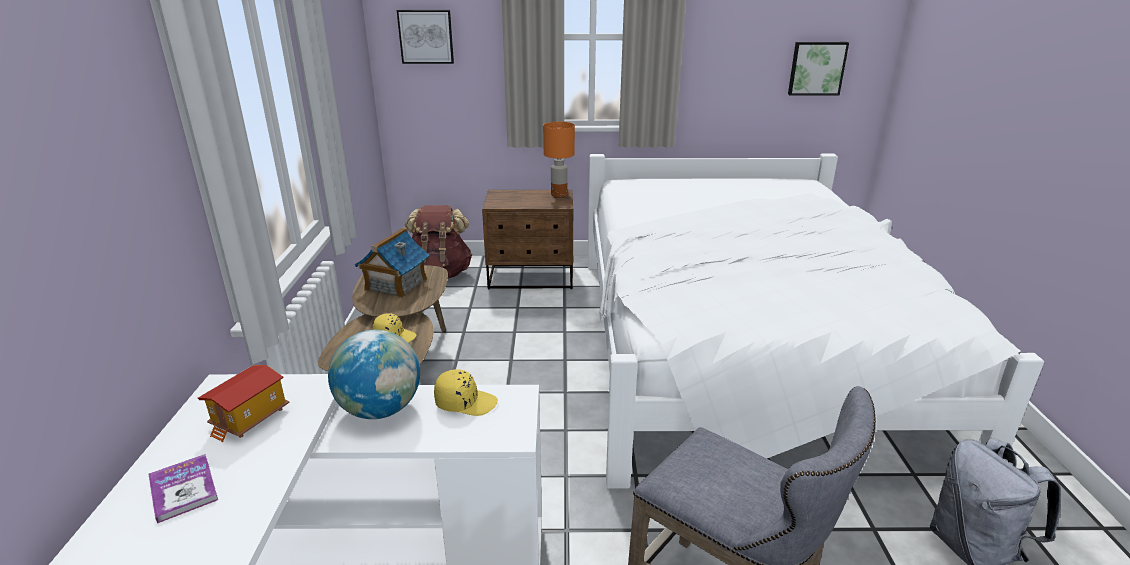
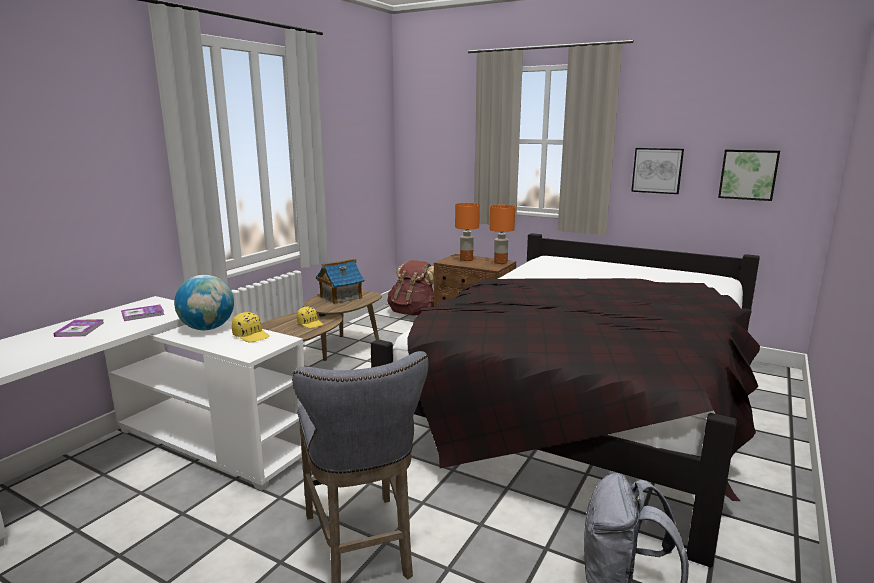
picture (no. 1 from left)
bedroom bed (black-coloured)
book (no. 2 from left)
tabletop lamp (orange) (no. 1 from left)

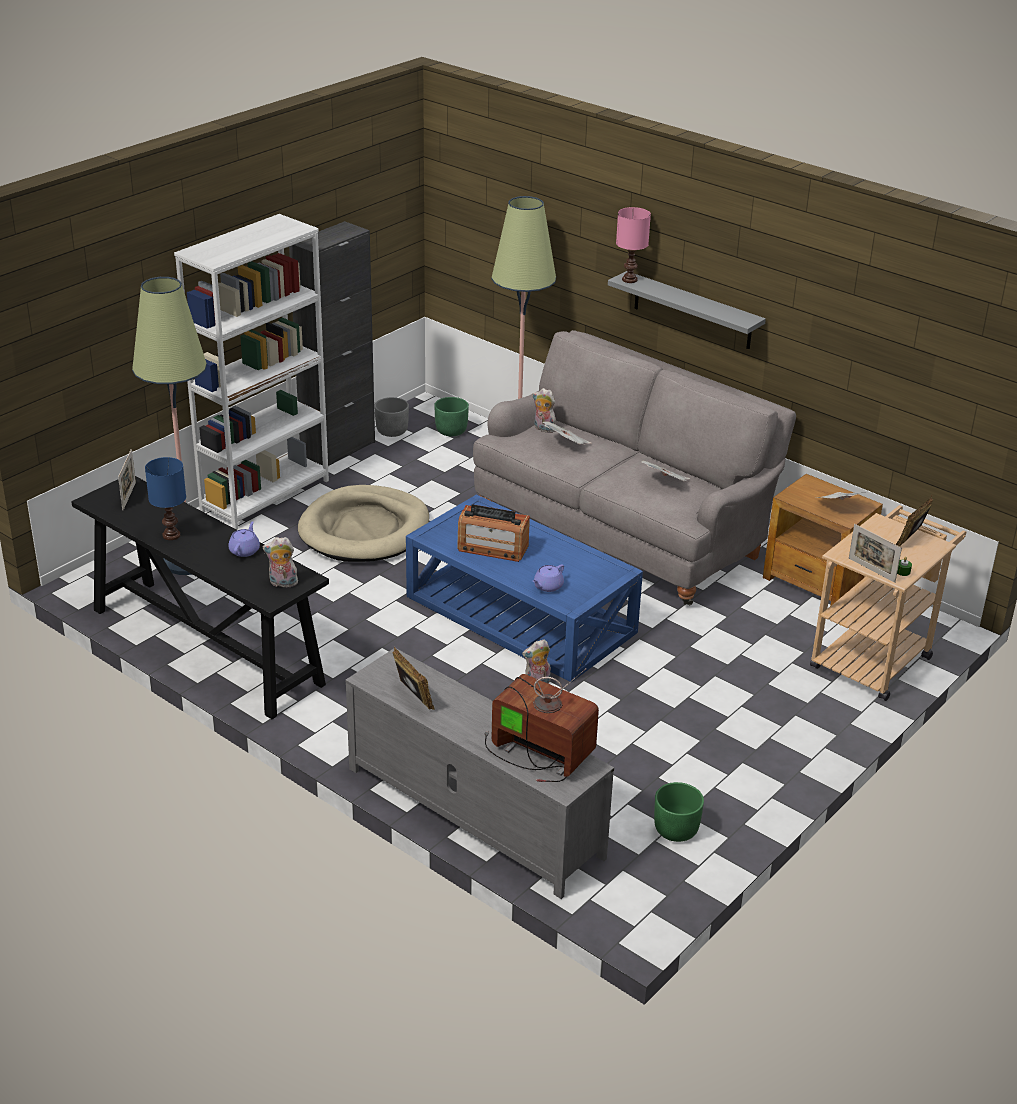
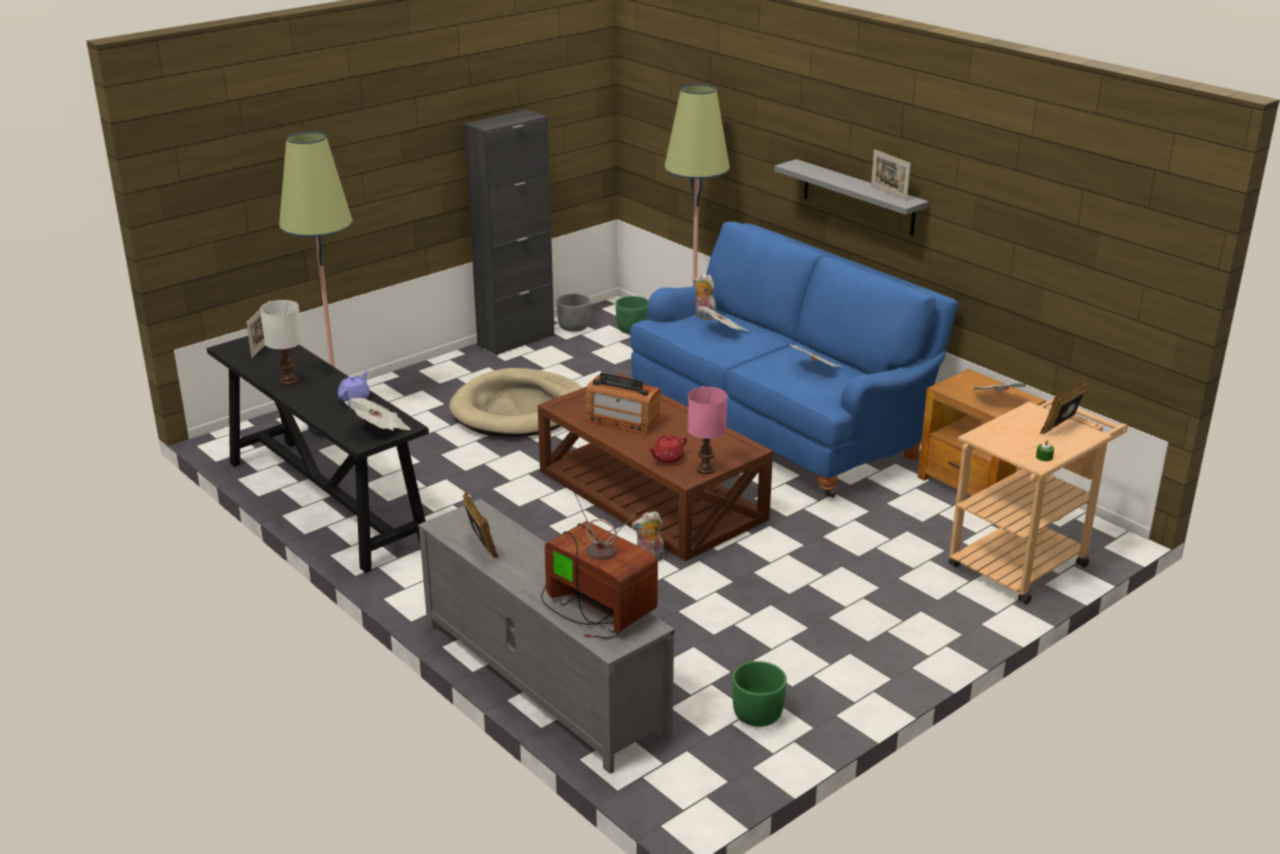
tabletop lamp (pink-coloured)
bookcase (white)
sofa (bluish)
tabletop lamp (white)
lounge table (brown-coloured)
picture frame (no. 3 from left)
printed paper (no. 1 from left)
tea pot (red-coloured)

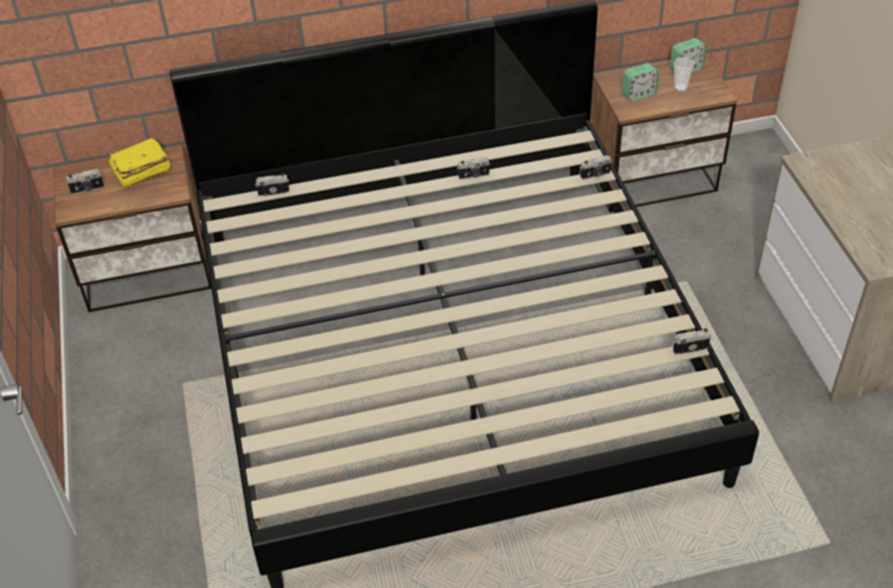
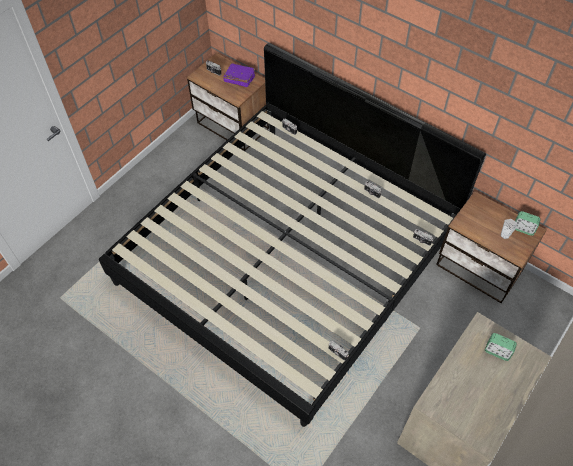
bedside clock (no. 1 from left)
book (purple)

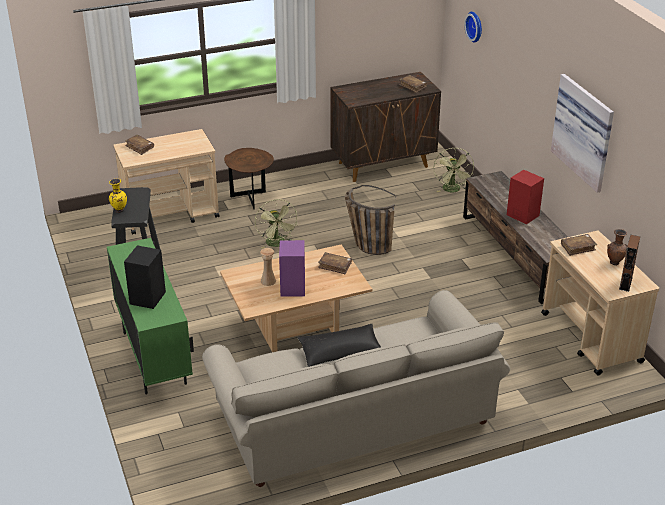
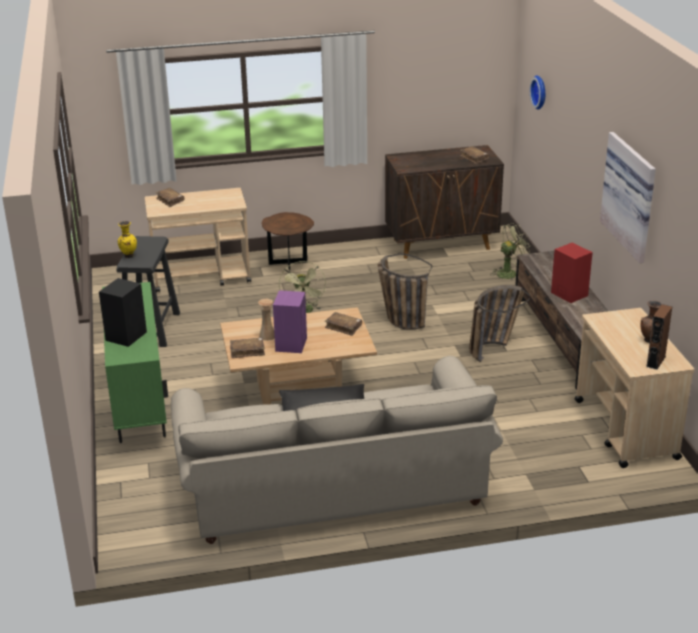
cooling fan (green-coloured) (no. 2 from left)
book (brown-coloured) (no. 2 from left)
household basket (no. 2 from left)

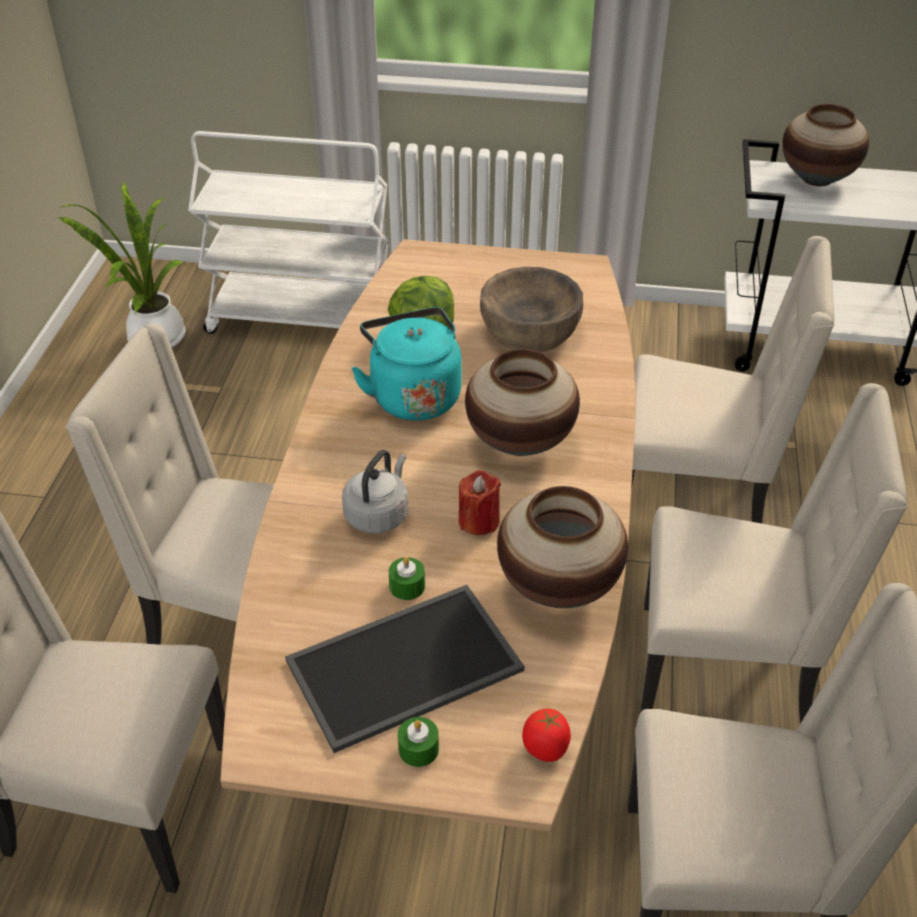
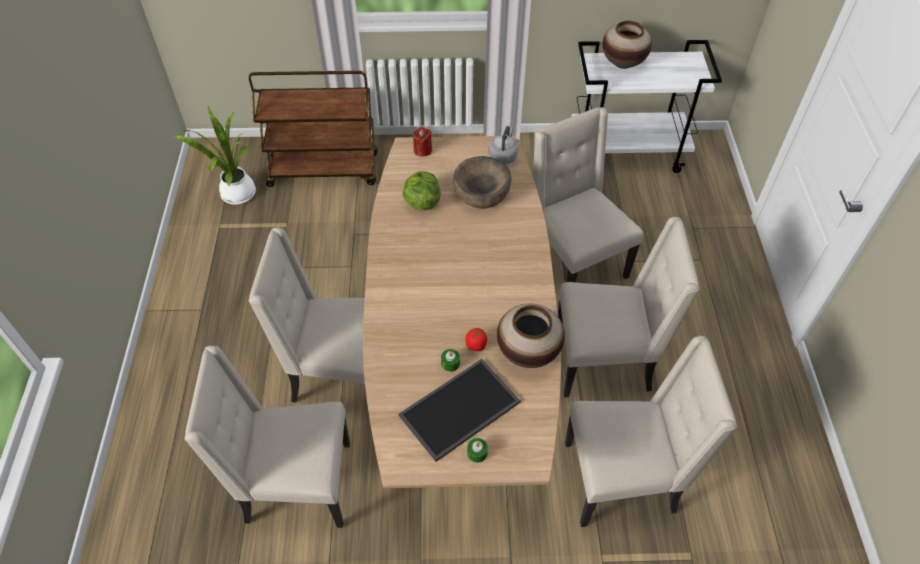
wheeled cart (brown-coloured)
plain chair (beige-coloured) (no. 3 from left)
tea kettle (turquoise)
flower vase (no. 1 from left in the first image)
tea kettle (gray)
candle (red-coloured)
tomato

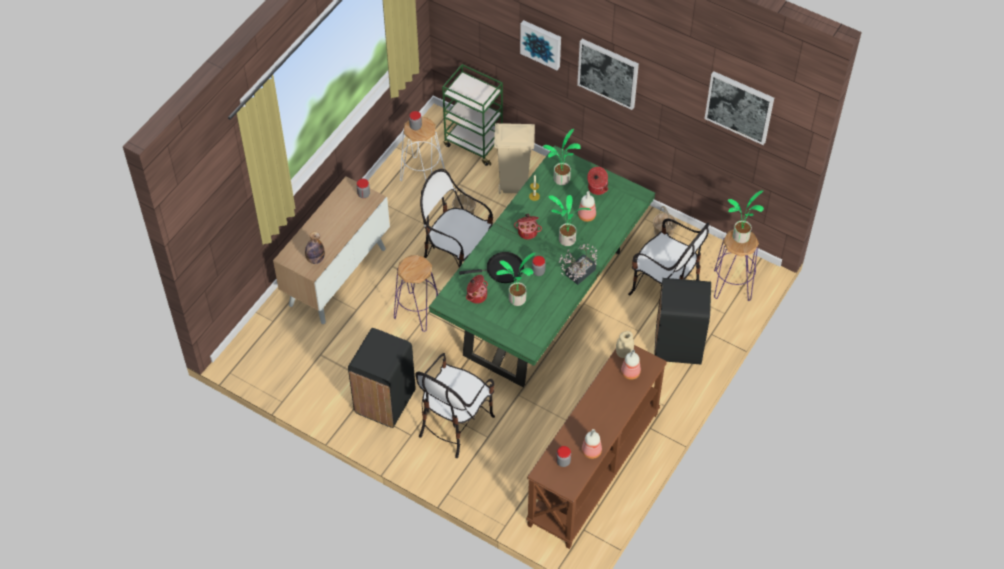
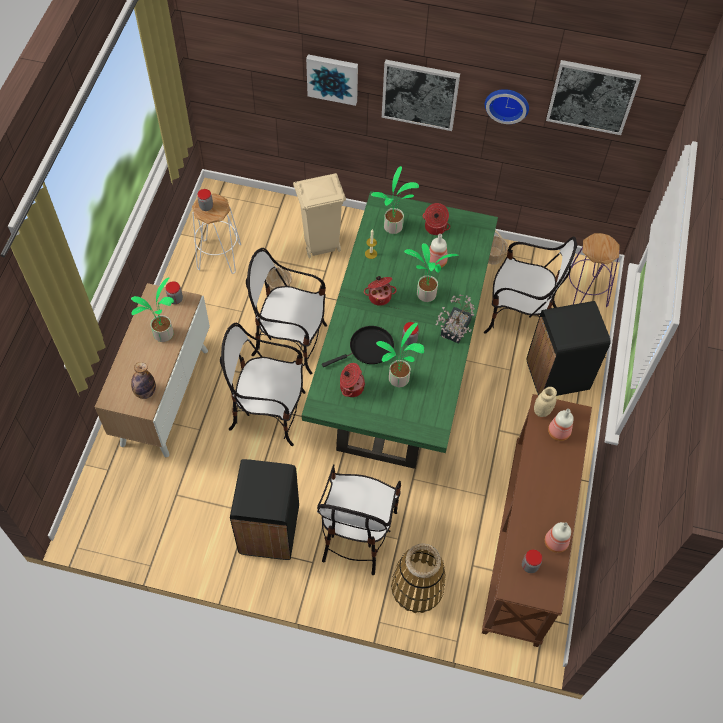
wheeled cart (green-coloured)
plant in a pot (no. 1 from left)
plain chair (no. 1 from left)
hanging clock
household basket (no. 2 from left)

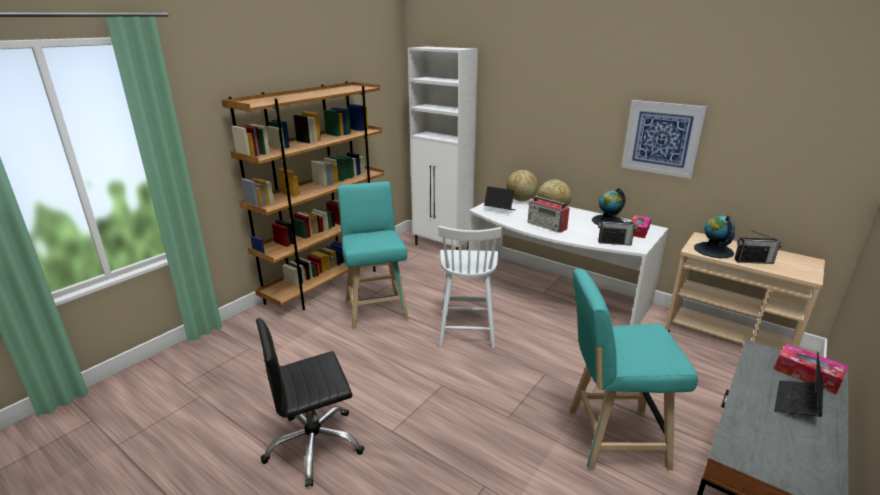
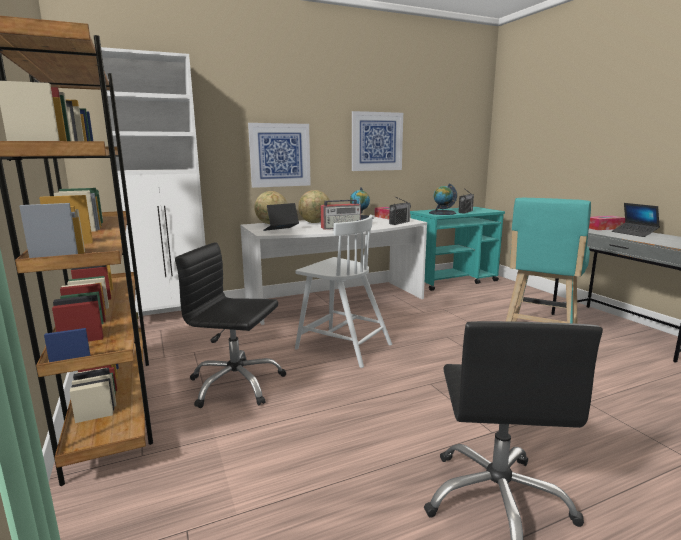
computer chair (black-coloured) (no. 1 from left)
wheeled cart (turquoise)
picture (no. 1 from left)

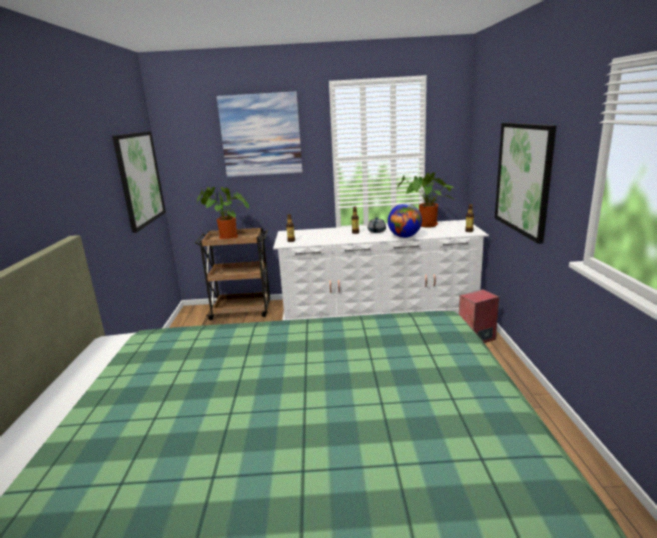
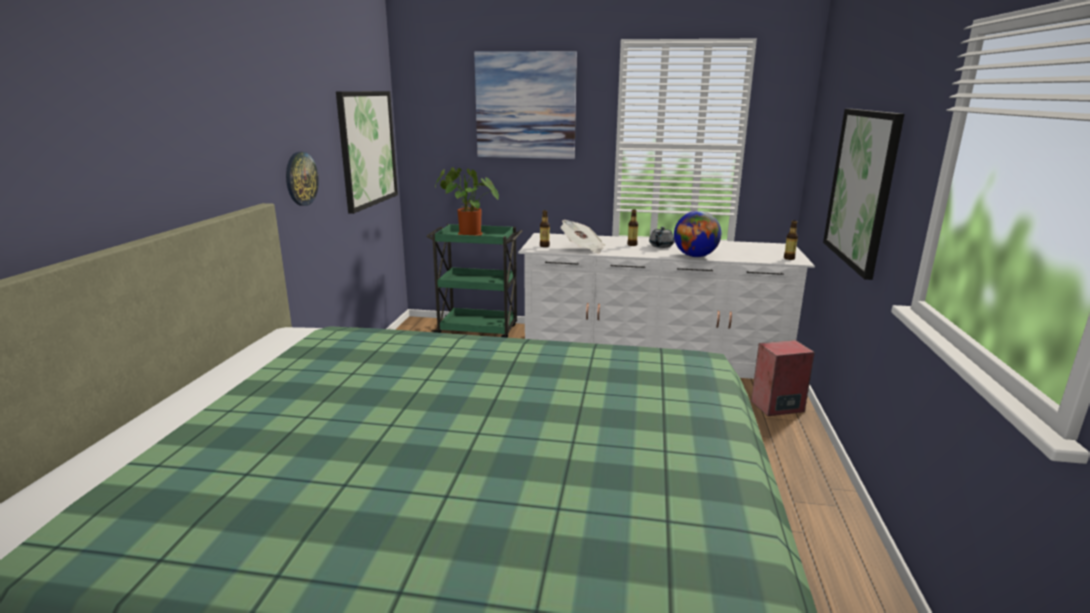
plant in a pot (no. 2 from left in the first image)
wheeled cart (green-coloured)
hanging clock
printed paper

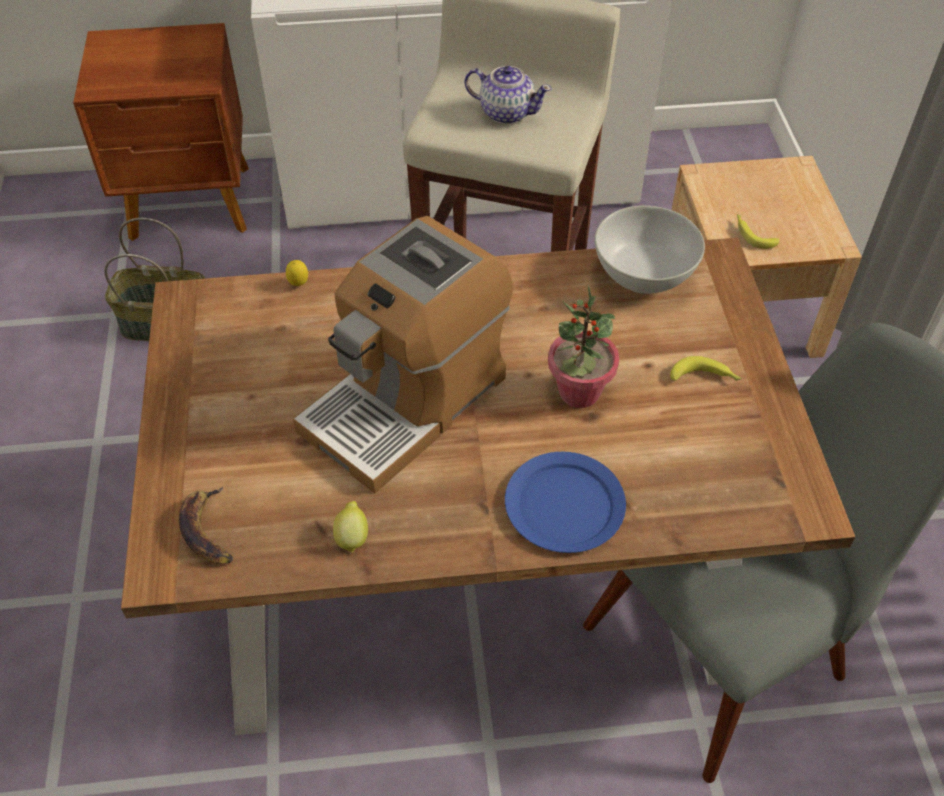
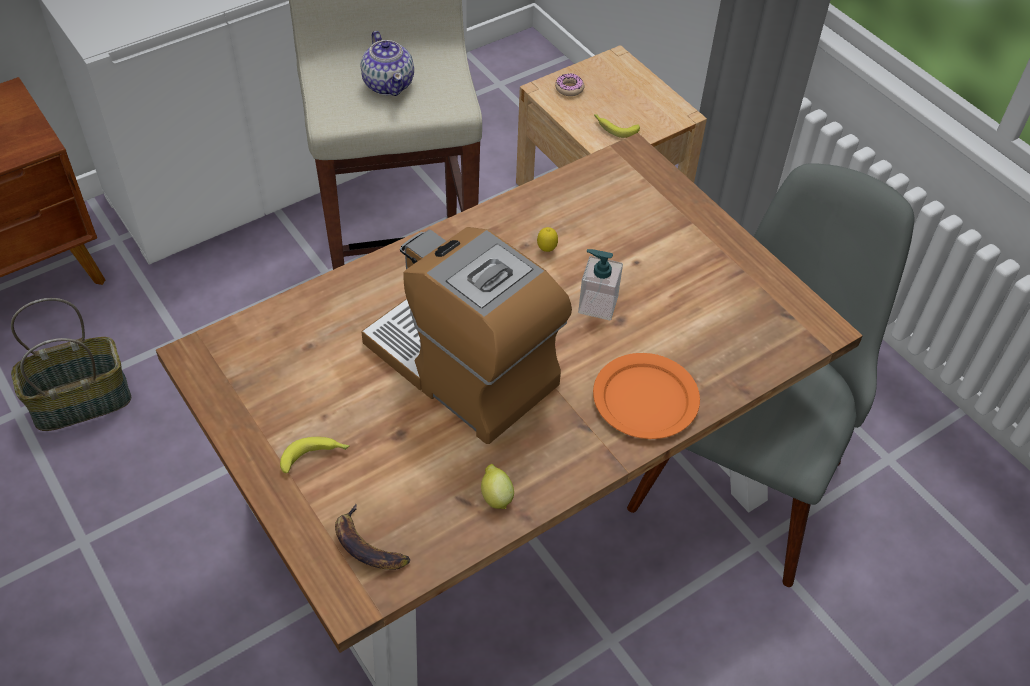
tea pot
serving bowl (white)
coffee maker
lemon (no. 2 from left)
soap bottle
banana (no. 1 from left)
flat dish (orange)
doughnut

